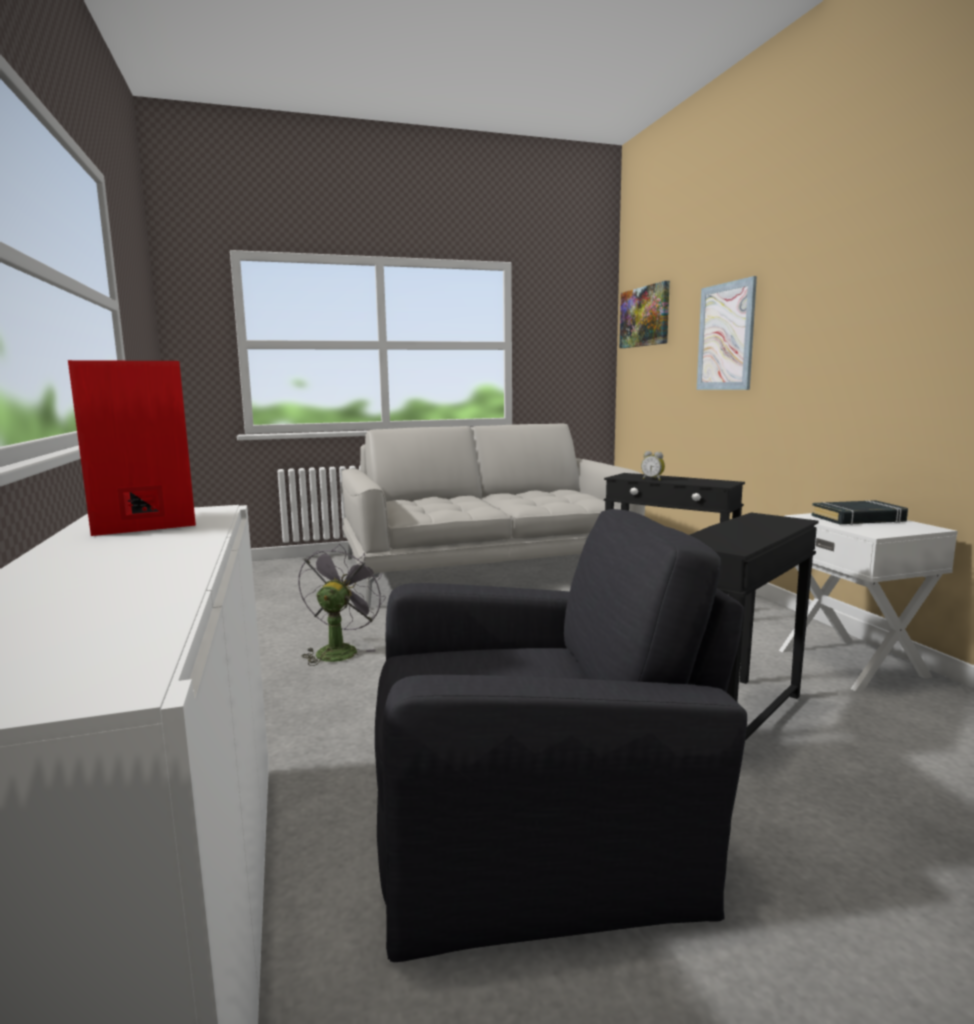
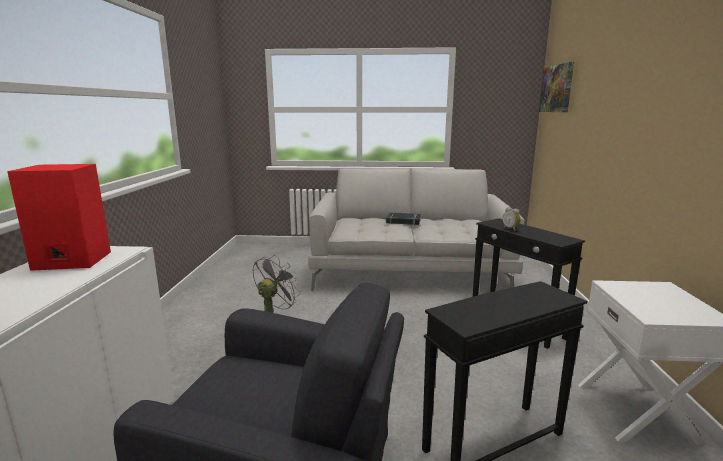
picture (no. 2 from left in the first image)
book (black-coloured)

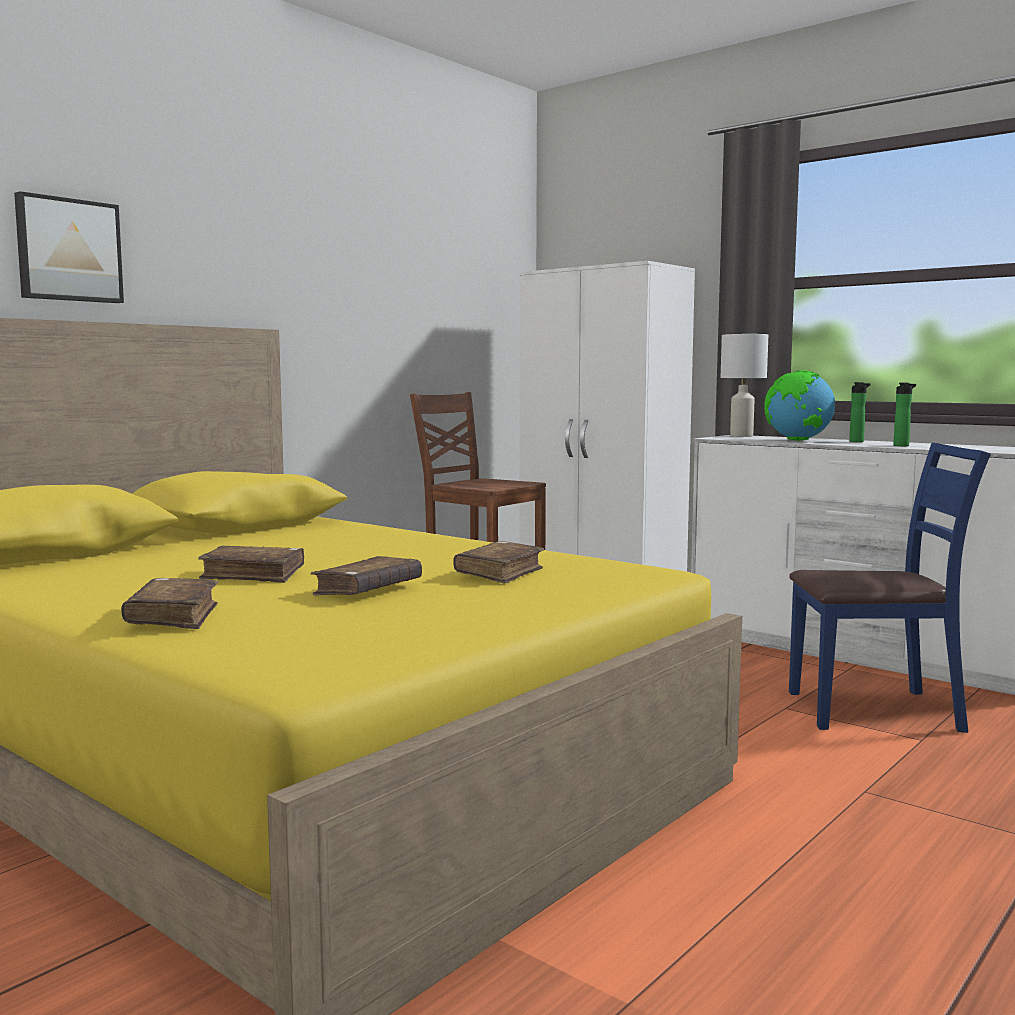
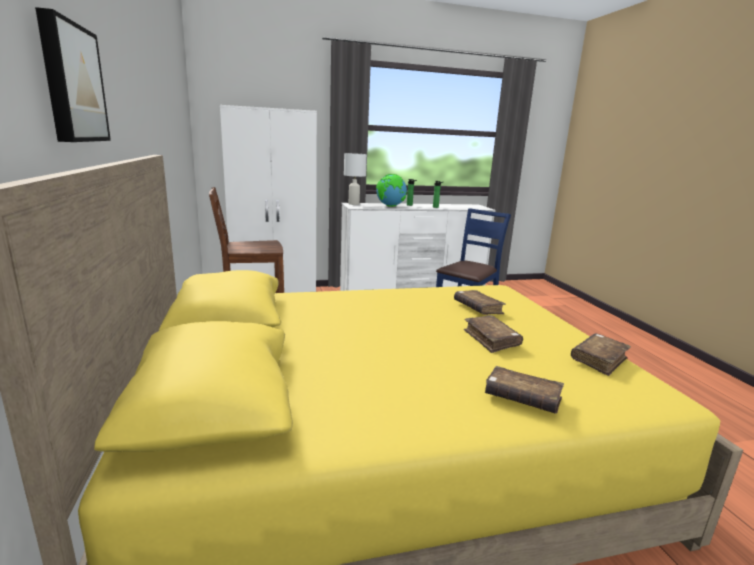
book (brown-coloured) (no. 4 from left)

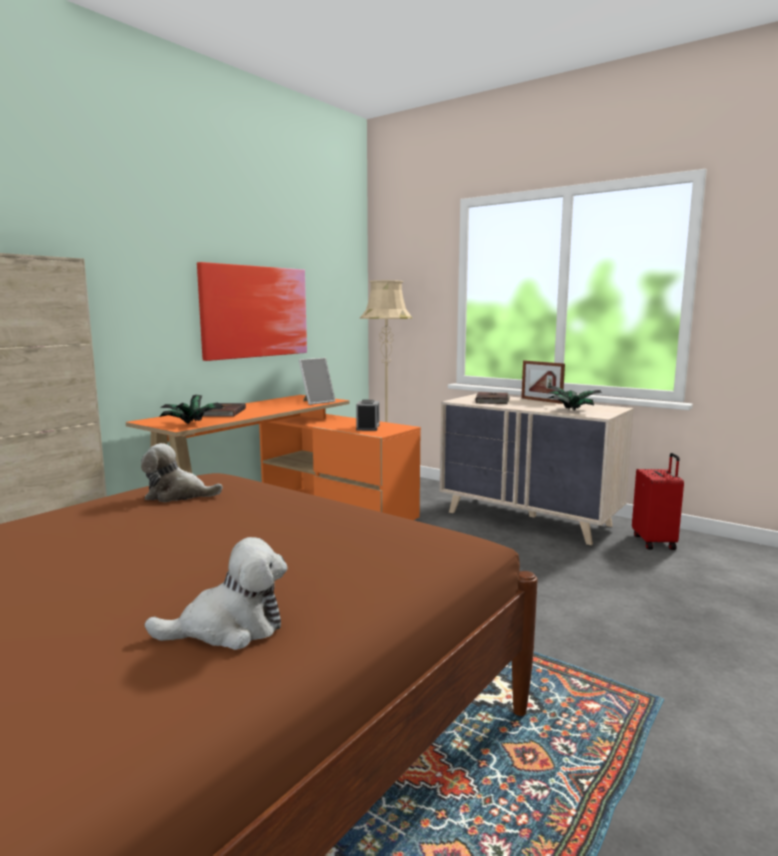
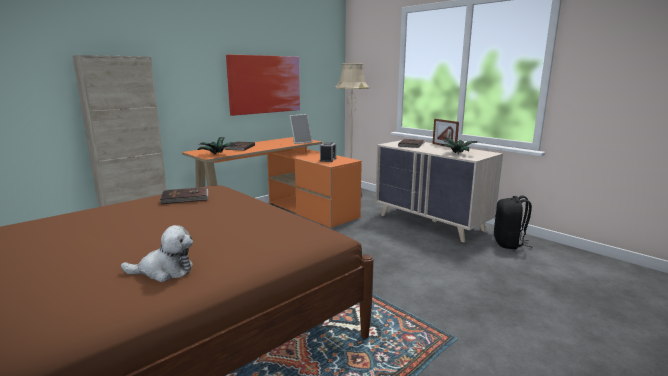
book (brown-coloured) (no. 1 from left)
knapsack (black-coloured)

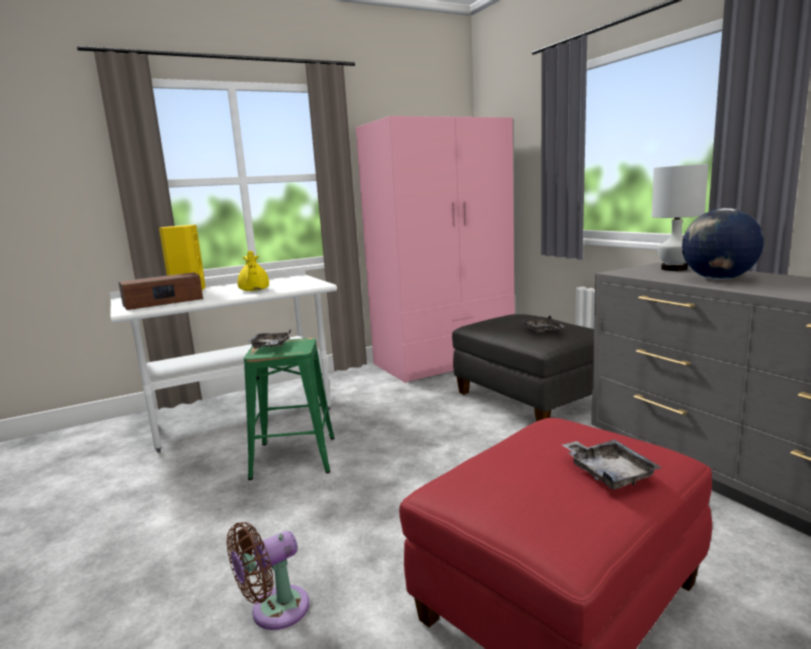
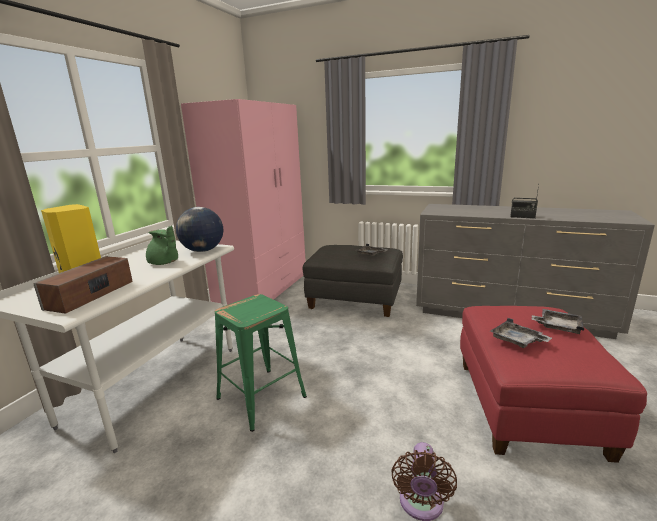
tabletop lamp (white)
desk globe
tea pot (green-coloured)
serving tray (gray) (no. 2 from left)
radio receiver

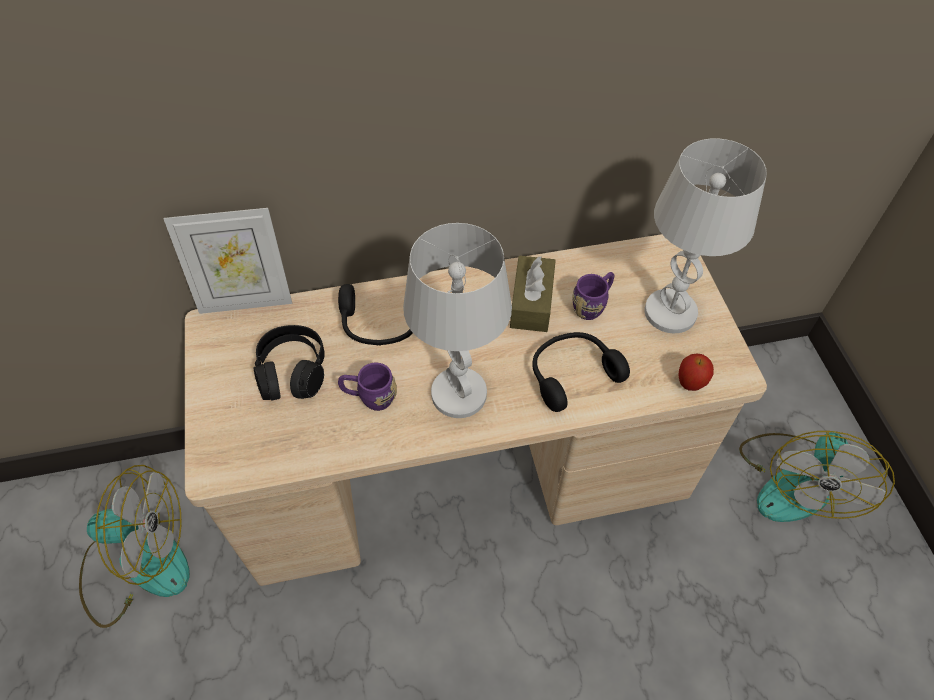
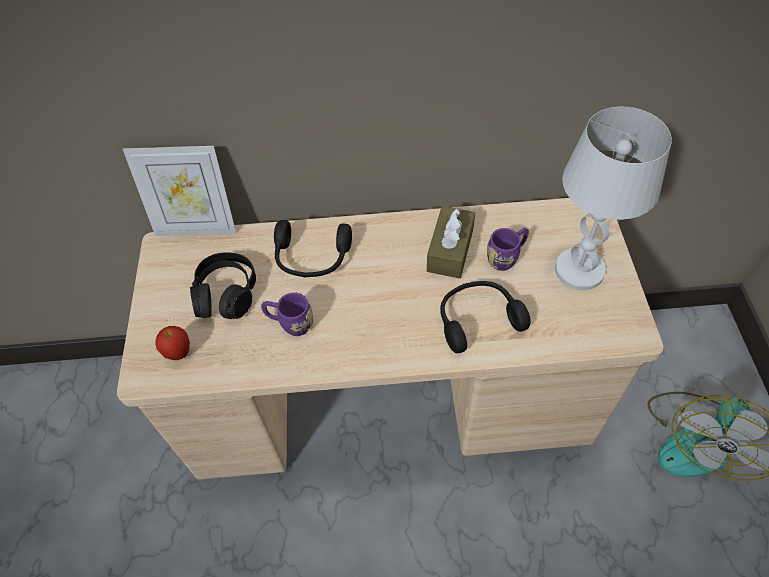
tabletop lamp (white) (no. 1 from left in the first image)
apple fruit
cooling fan (no. 1 from left in the first image)

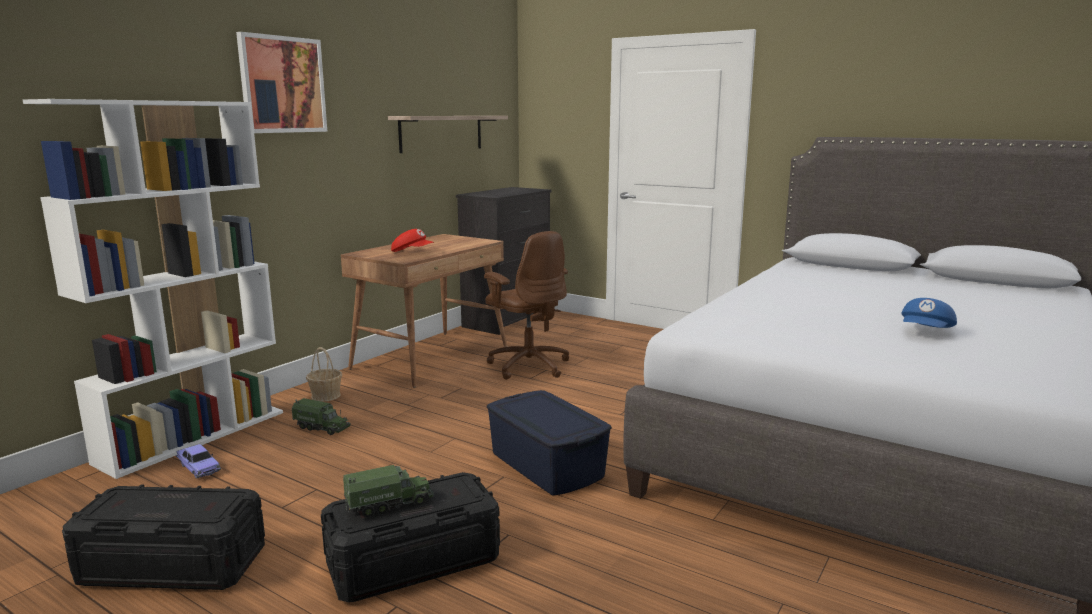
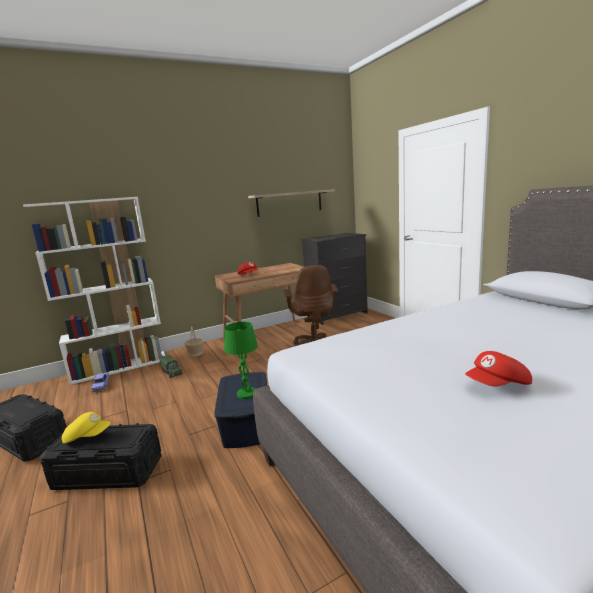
picture
peaked cap (red-coloured) (no. 2 from left)
peaked cap (yellow)
tabletop lamp (green-coloured)

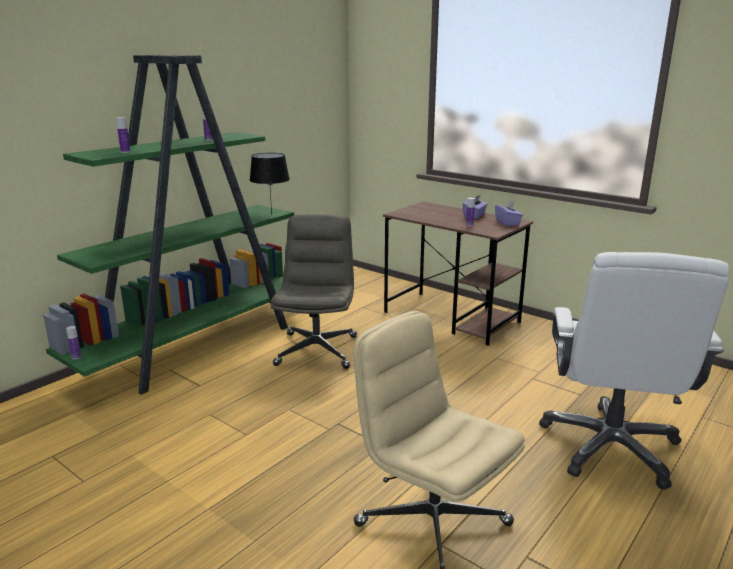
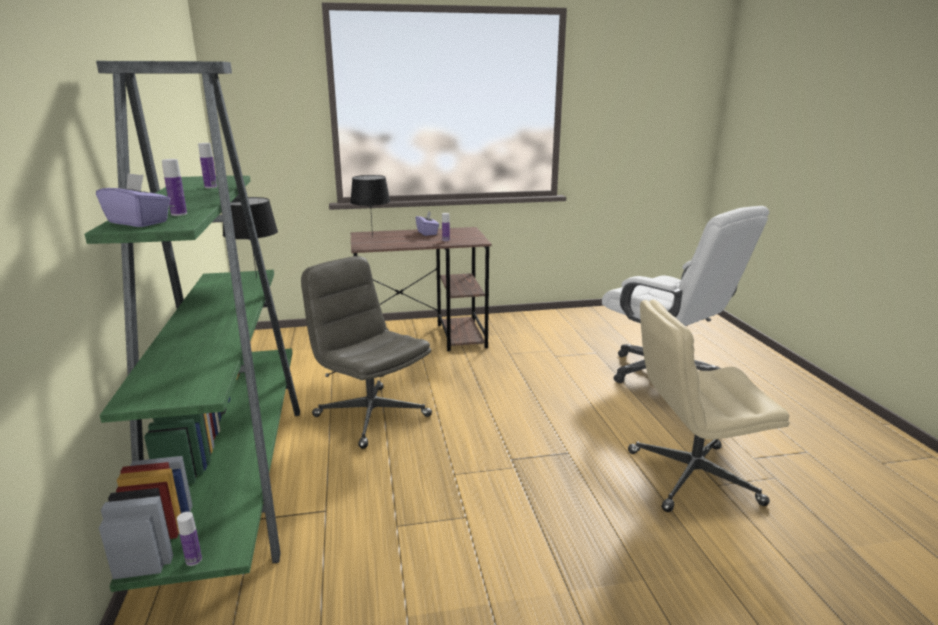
tissue box (purple) (no. 1 from left)
tabletop lamp (black-coloured) (no. 2 from left)

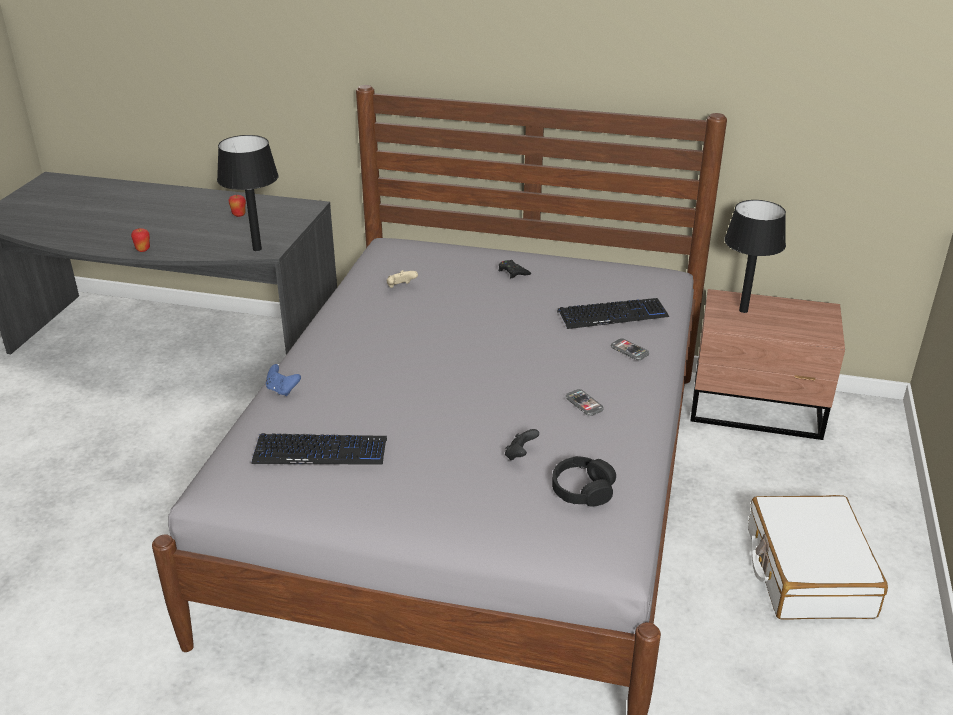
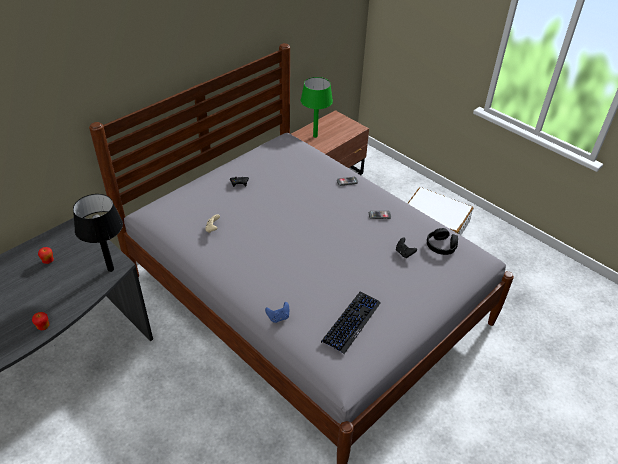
tabletop lamp (green-coloured)
PC keyboard (no. 2 from left in the first image)

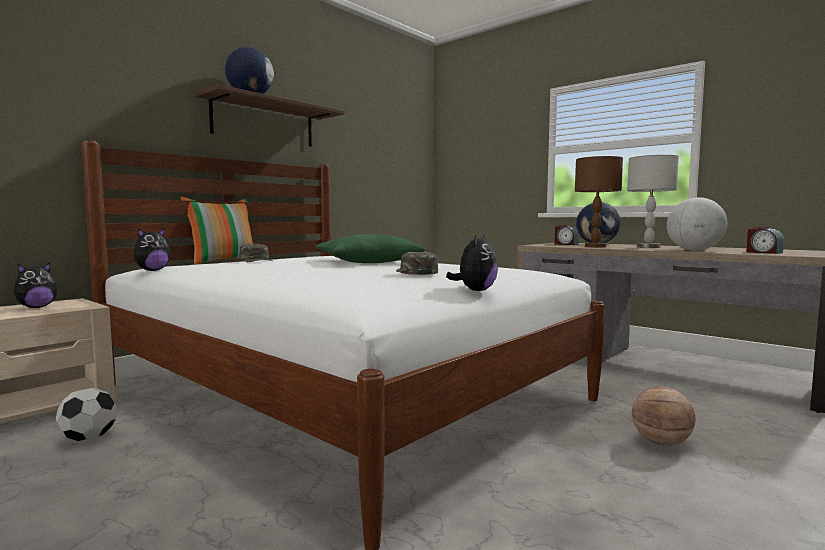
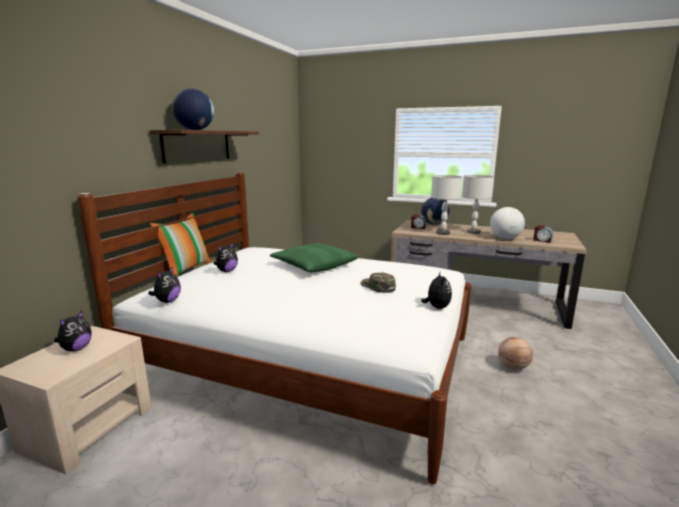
tabletop lamp (gray) (no. 1 from left)
soft toy (no. 3 from left)
football

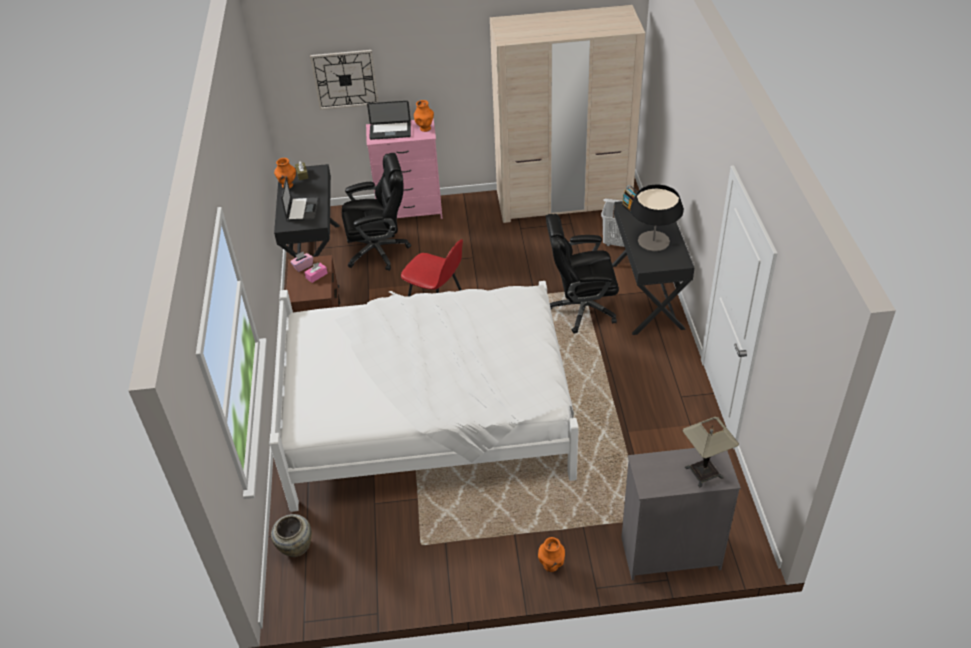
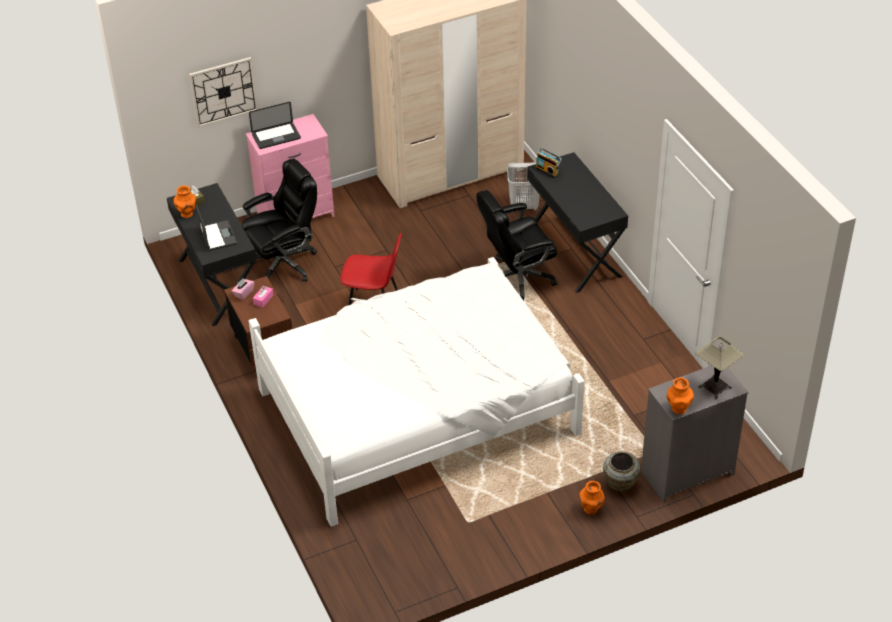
flower vase (orange) (no. 3 from left)
tabletop lamp (no. 1 from left in the first image)
flower vase (beige-coloured)

